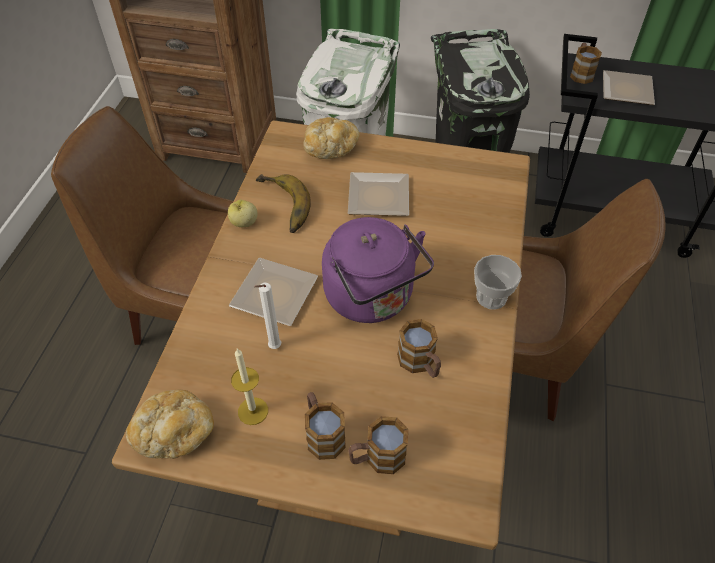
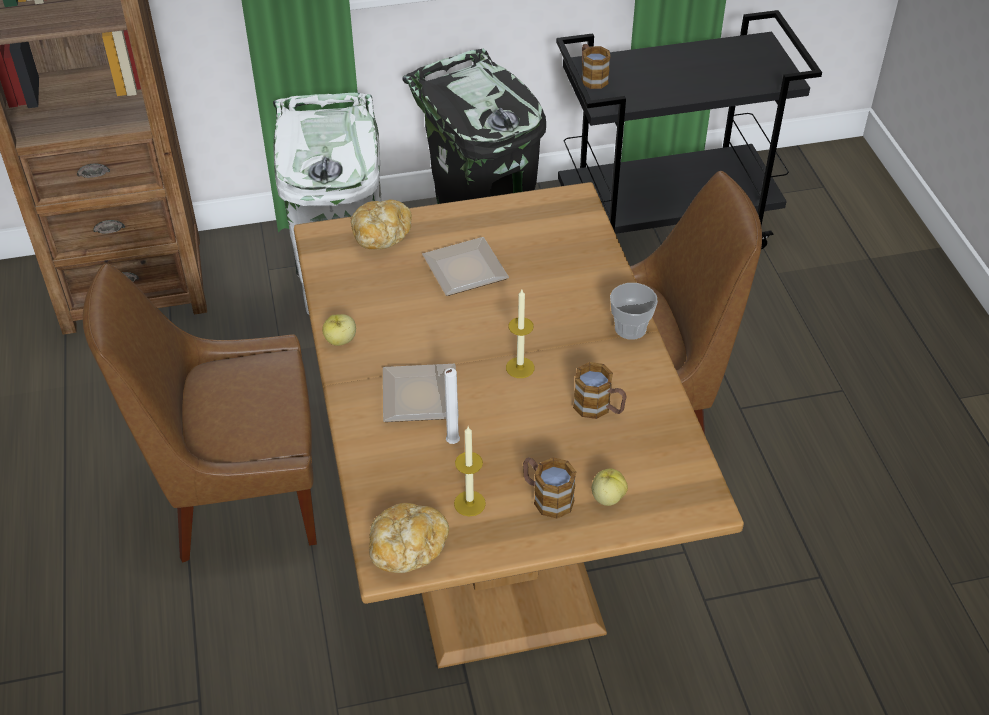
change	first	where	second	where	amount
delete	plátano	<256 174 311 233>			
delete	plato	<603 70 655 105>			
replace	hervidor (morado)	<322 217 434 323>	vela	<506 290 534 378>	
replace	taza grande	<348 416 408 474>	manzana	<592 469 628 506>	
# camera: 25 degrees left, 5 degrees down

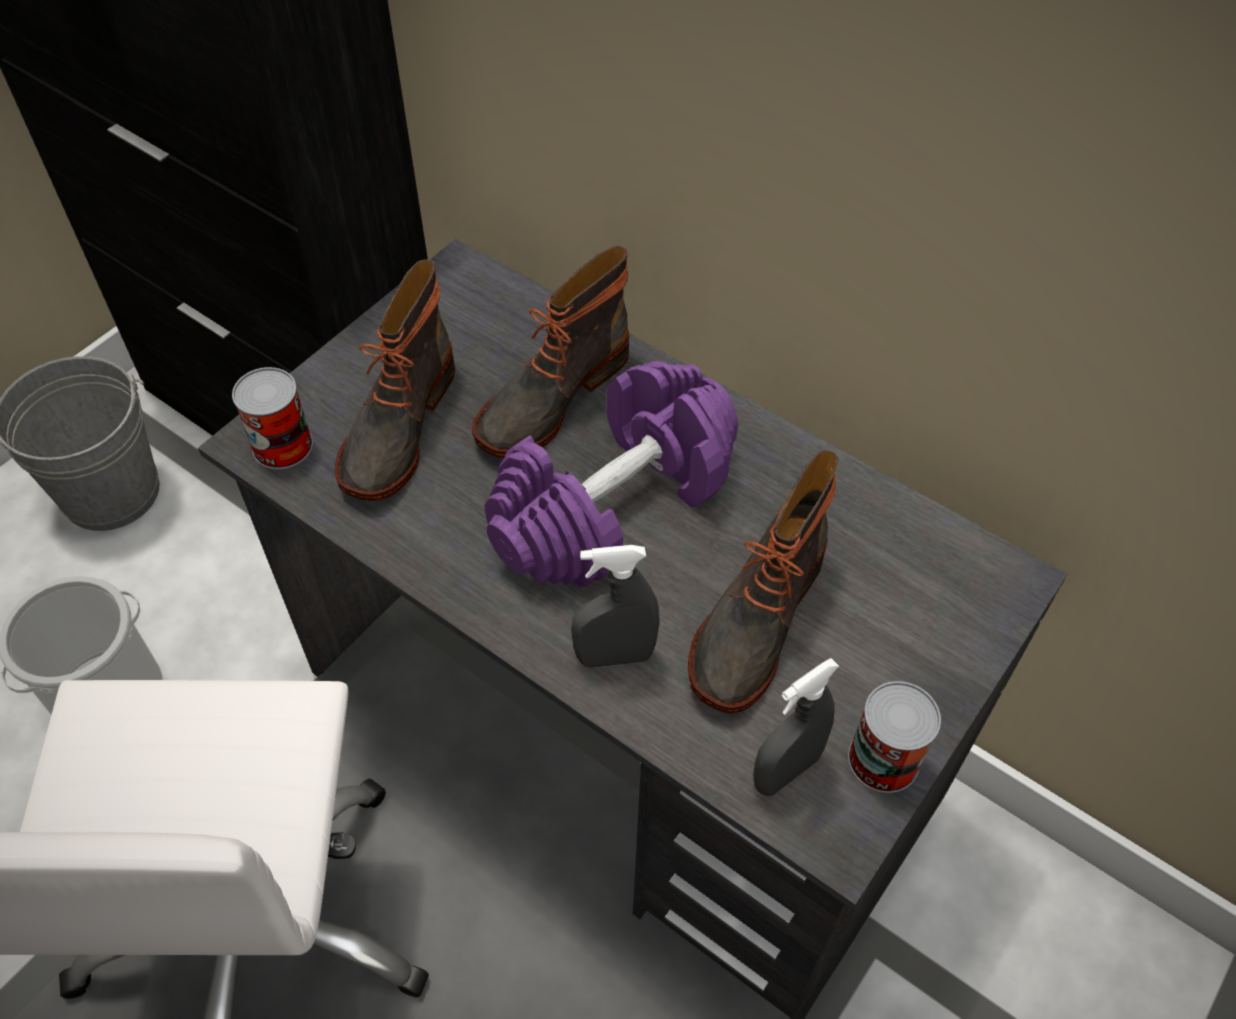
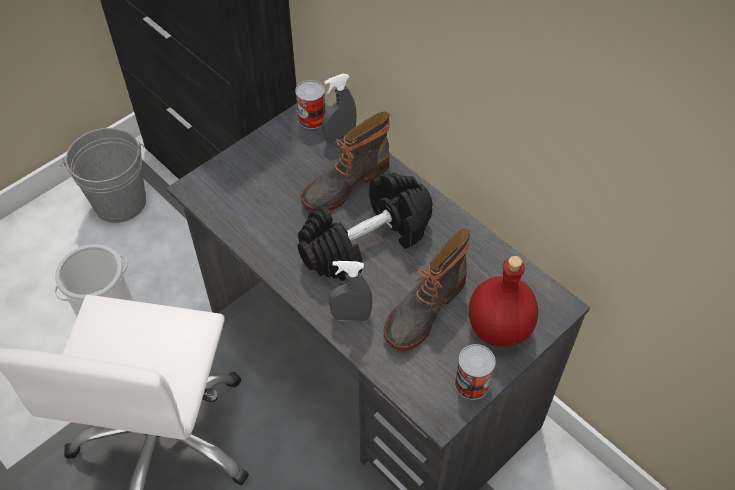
change	first	where	second	where	amount
delete	bota	<335 260 455 501>			
insert			botella (rojo)	<469 256 538 347>	
move	lata	<232 367 313 469>		<295 80 325 129>	
move	pulverizador (gris)	<753 658 839 796>		<323 74 356 143>	
recolor	mancuerna (morado)	<484 361 738 587>	mancuerna (negro)	<298 173 433 281>	
# camera: 10 degrees right, 0 degrees up

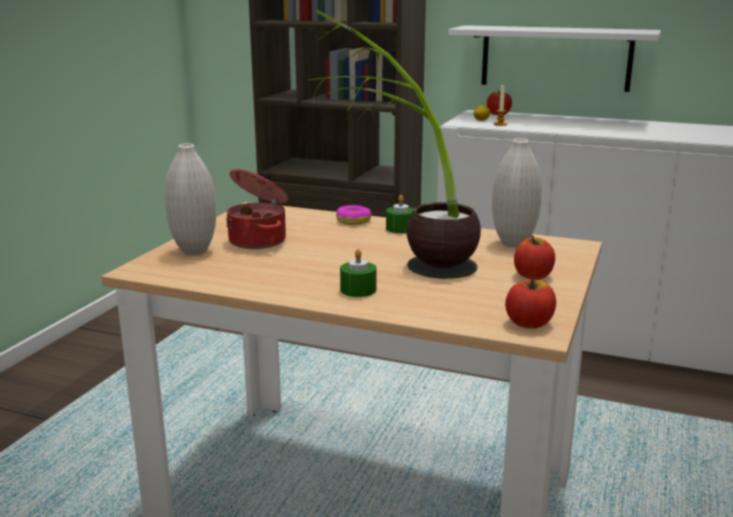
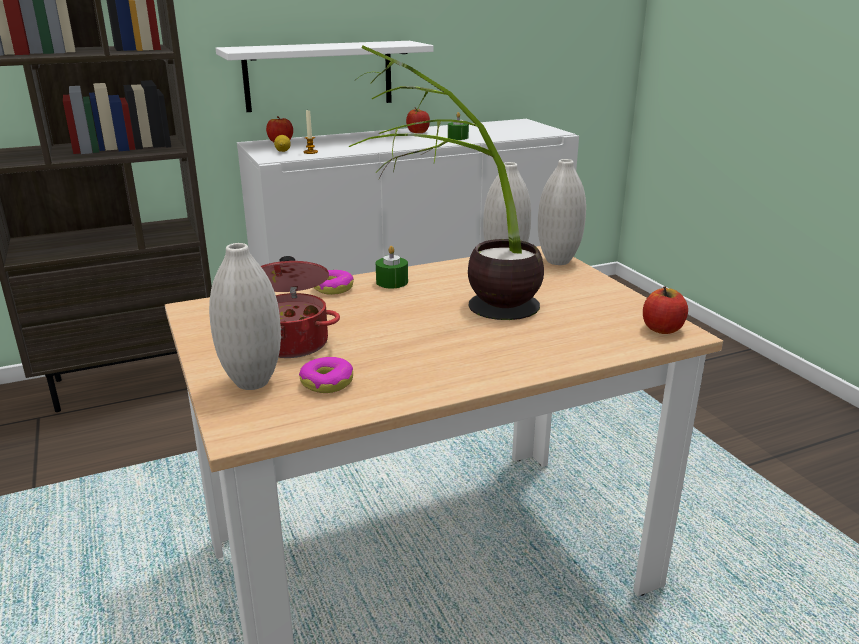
change	first	where	second	where	amount
insert			rosquilla	<299 357 353 393>	
insert			florero (blanco)	<538 159 586 265>	
move	vela (verde)	<340 249 377 297>		<448 112 469 140>	
move	manzana	<514 235 555 280>		<406 107 430 133>	
# camera: 45 degrees left, 5 degrees up

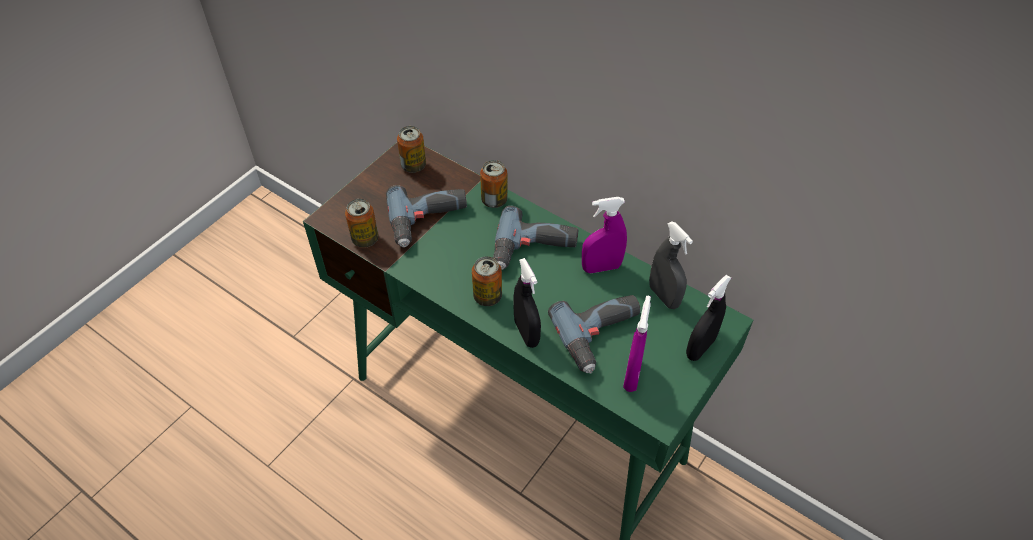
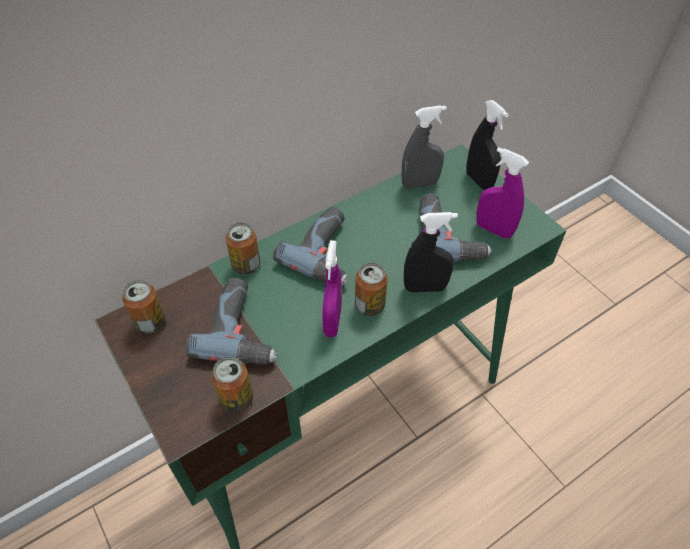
change	first	where	second	where	amount
move	pulverizador (morado)	<582 197 627 273>		<323 240 342 338>	
# camera: 70 degrees left, 0 degrees up

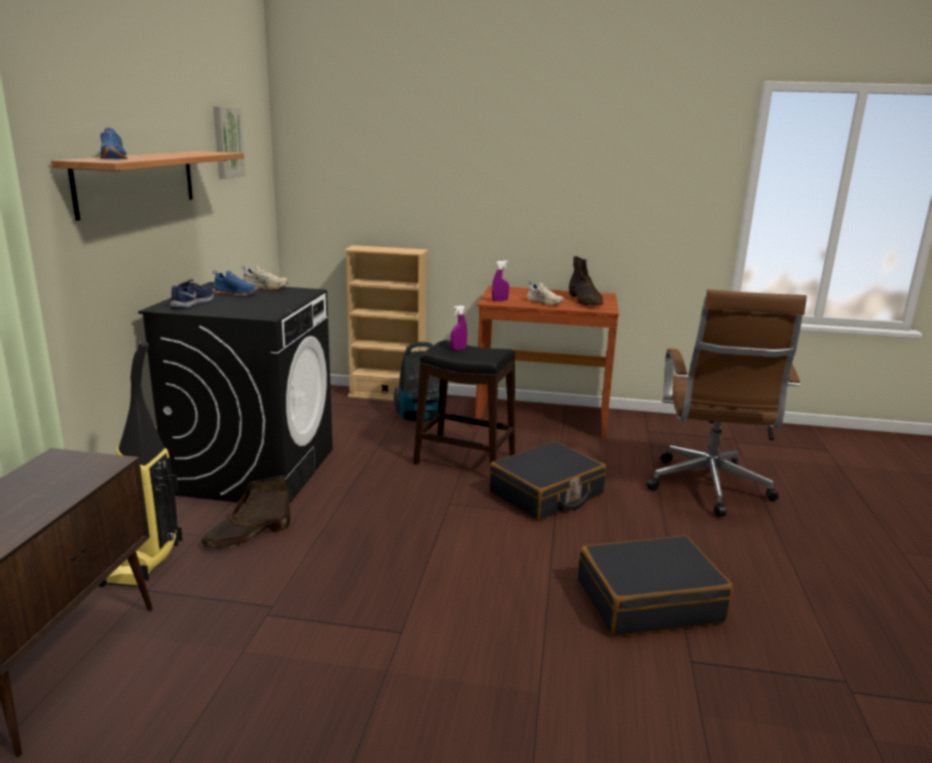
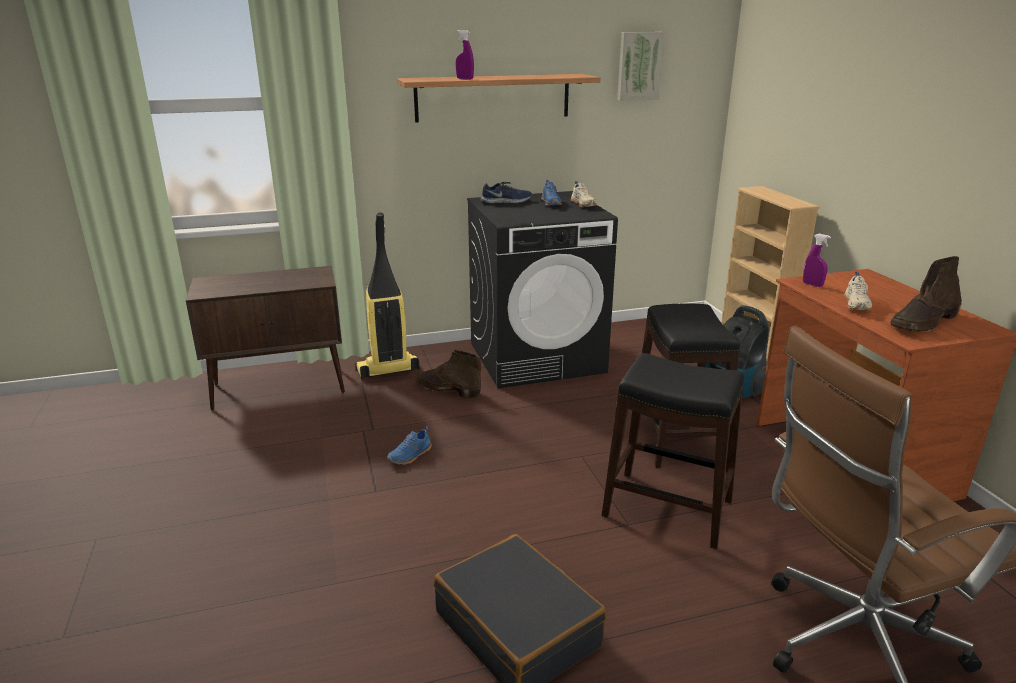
change	first	where	second	where	amount
move	zapato (azul)	<100 128 128 159>		<387 426 432 465>	
move	pulverizador (morado)	<450 305 467 350>		<456 30 474 80>	
replace	maleta (negro)	<489 441 606 521>	taburete (negro)	<602 353 744 549>	
# camera: 65 degrees right, 5 degrees up

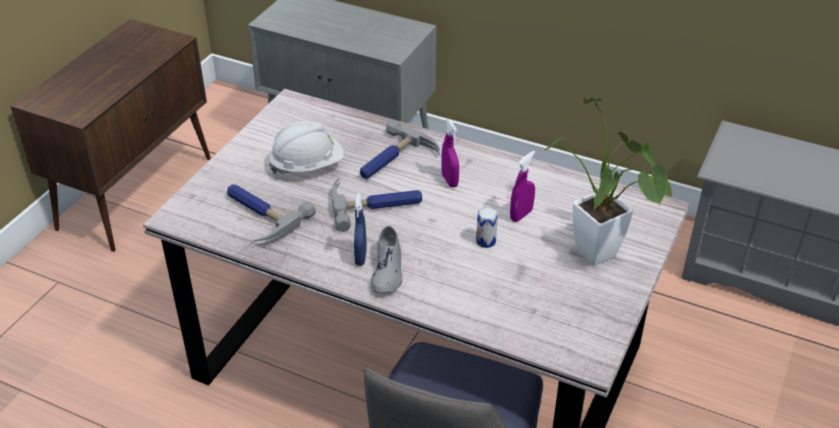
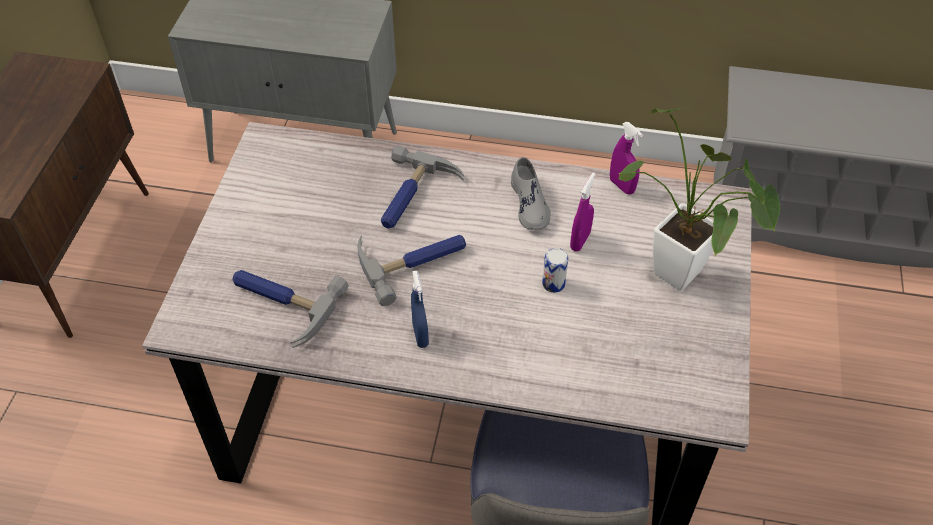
change	first	where	second	where	amount
delete	casco (blanco)	<269 121 344 174>			
move	zapato (gris)	<370 225 402 293>		<511 157 551 230>	
move	pulverizador (morado)	<441 119 459 187>		<610 122 643 194>	
# camera: 15 degrees left, 10 degrees up

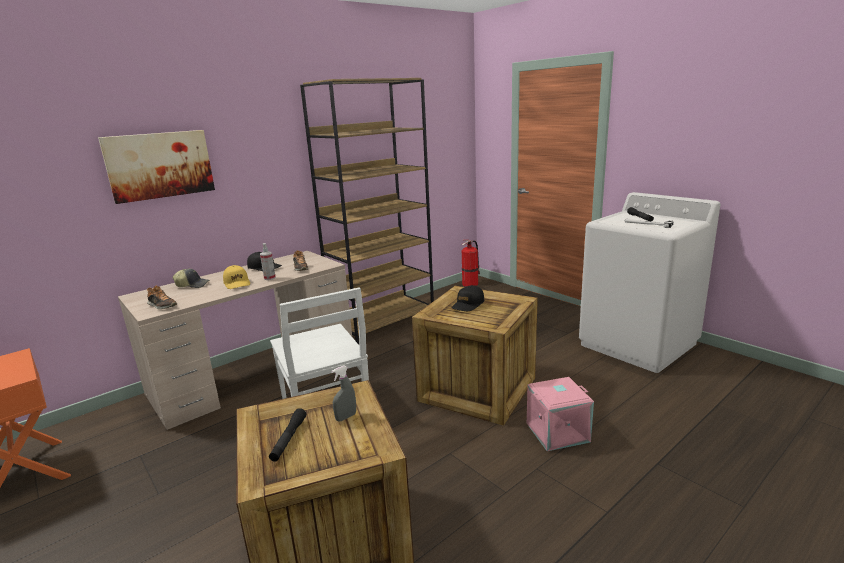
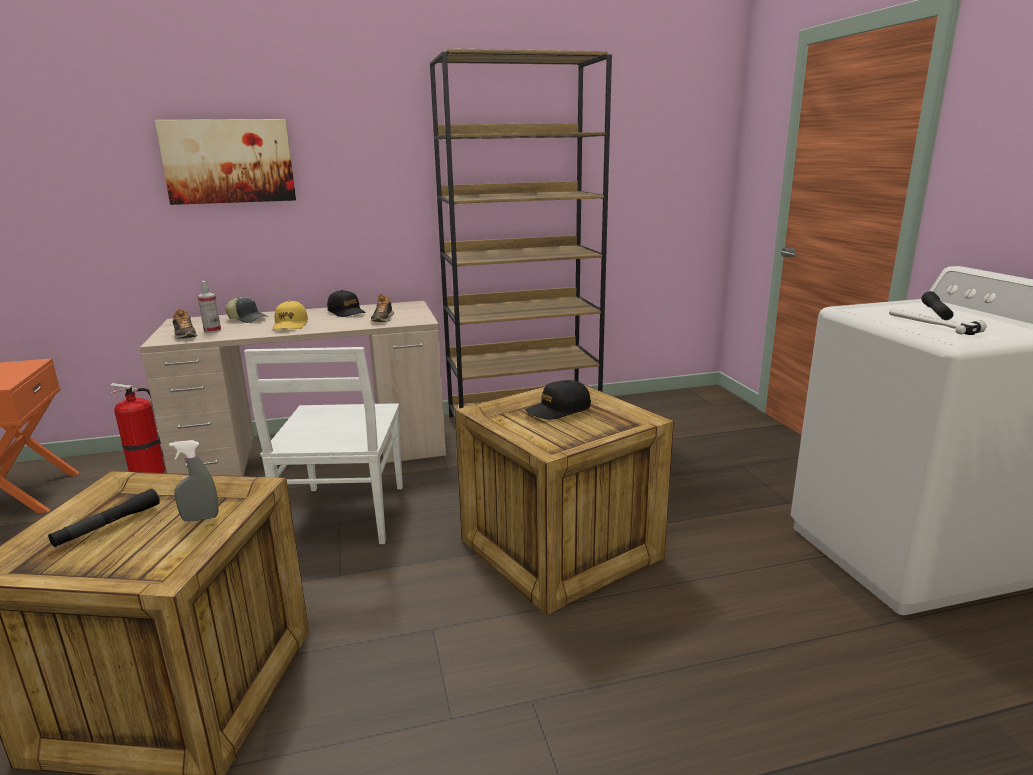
change	first	where	second	where	amount
delete	caja de almacenaje (rosa)	<527 377 594 451>			
move	pulverizador	<260 243 276 280>		<198 281 221 333>	
move	extintor	<462 240 480 287>		<109 383 165 473>	
# camera: 25 degrees right, 0 degrees up

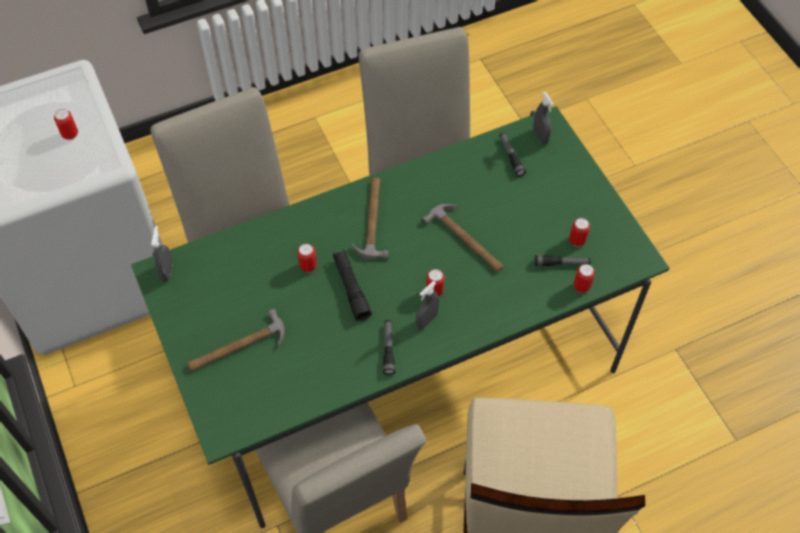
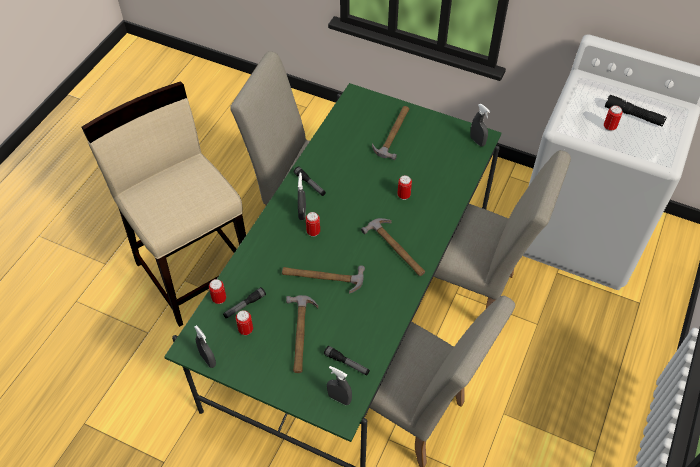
change	first	where	second	where	amount
insert			pulverizador (gris)	<194 325 216 368>	
insert			martillo	<286 295 319 373>	
move	linterna (negro)	<333 250 372 321>		<605 95 667 127>	
# camera: 140 degrees right, 5 degrees down

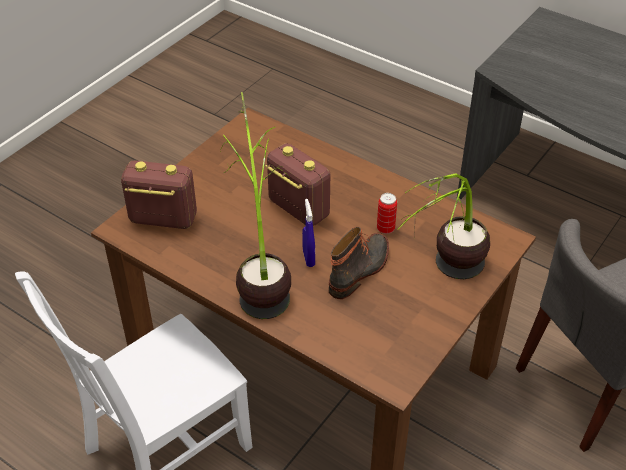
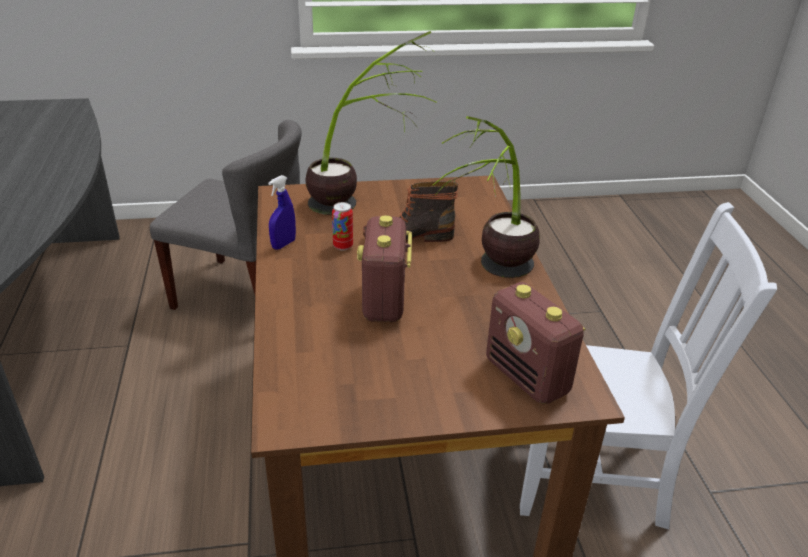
change	first	where	second	where	amount
move	pulverizador (azul)	<302 199 315 267>		<268 175 296 250>	
# camera: 135 degrees left, 10 degrees down

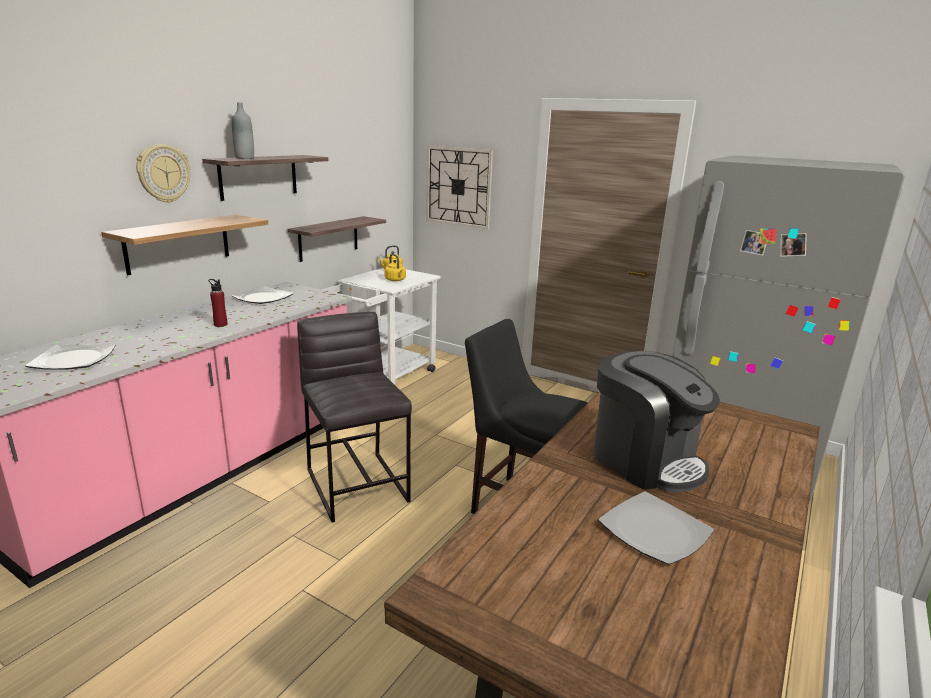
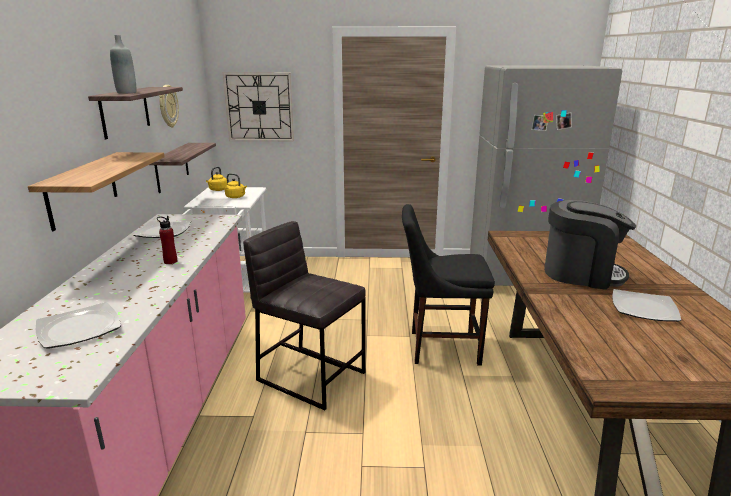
change	first	where	second	where	amount
move	reloj de pared	<136 144 190 203>		<159 85 179 128>	
# camera: 30 degrees left, 0 degrees up

